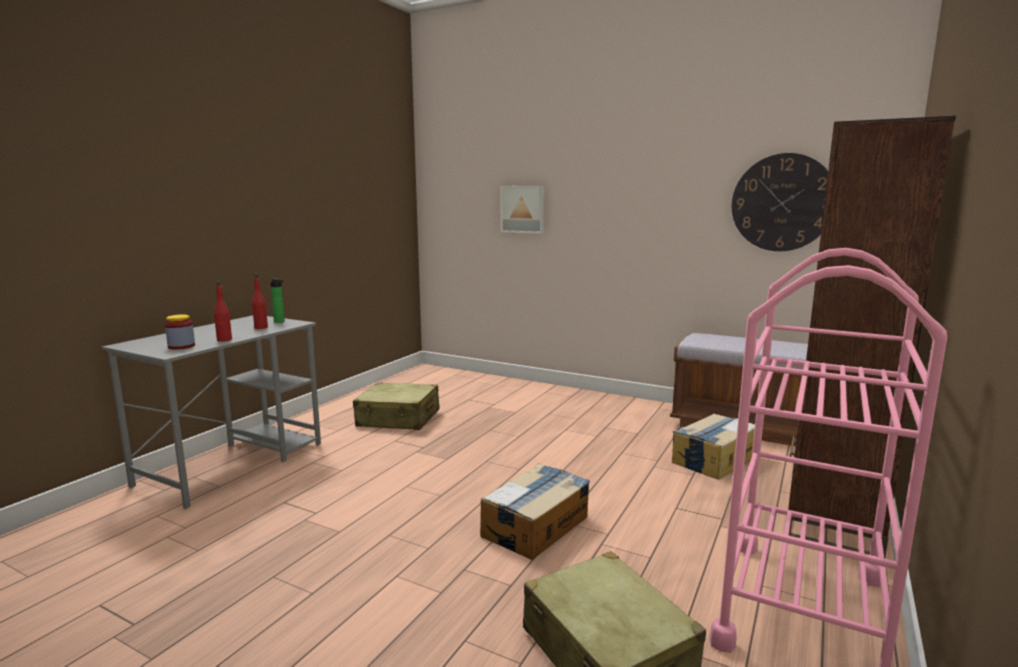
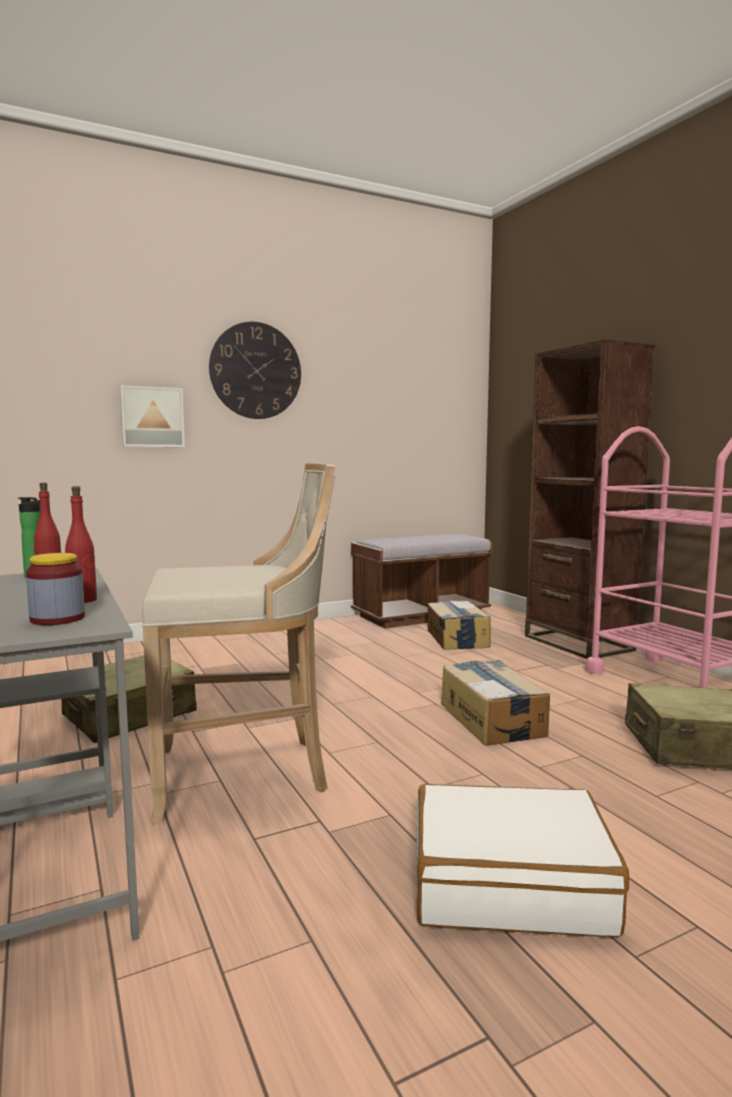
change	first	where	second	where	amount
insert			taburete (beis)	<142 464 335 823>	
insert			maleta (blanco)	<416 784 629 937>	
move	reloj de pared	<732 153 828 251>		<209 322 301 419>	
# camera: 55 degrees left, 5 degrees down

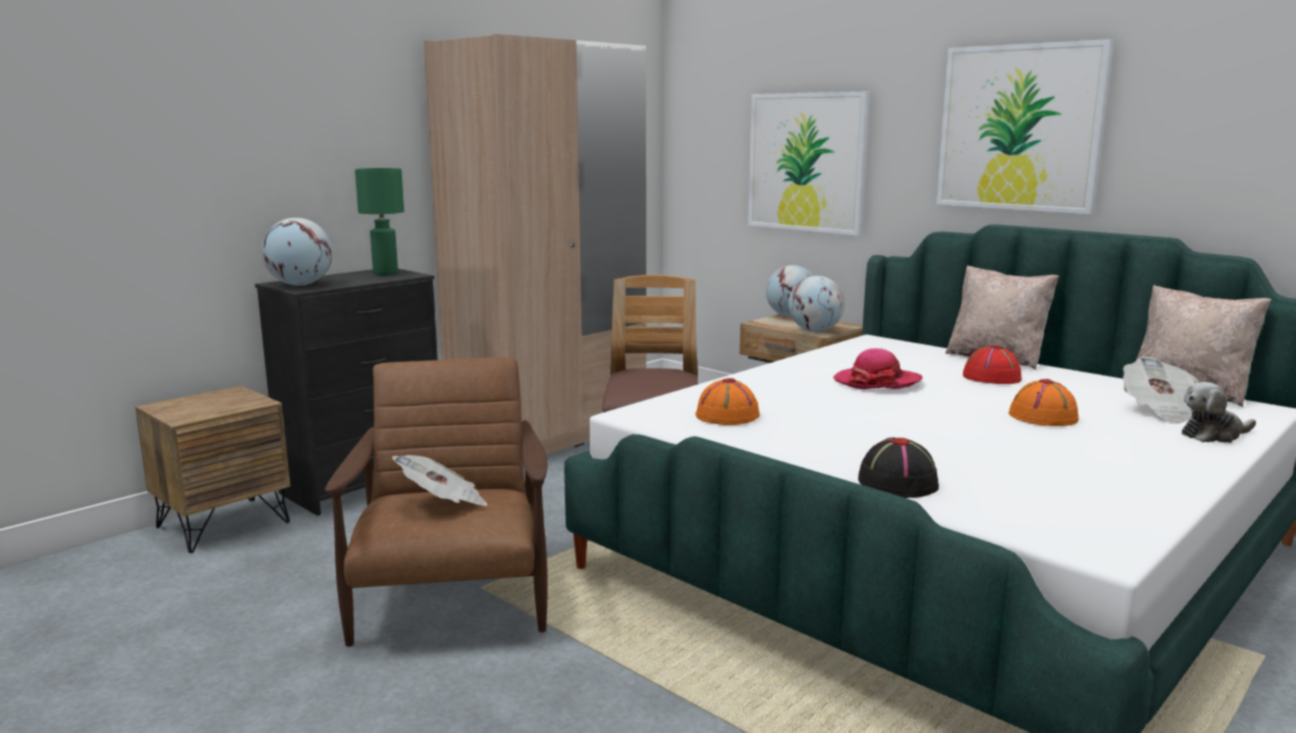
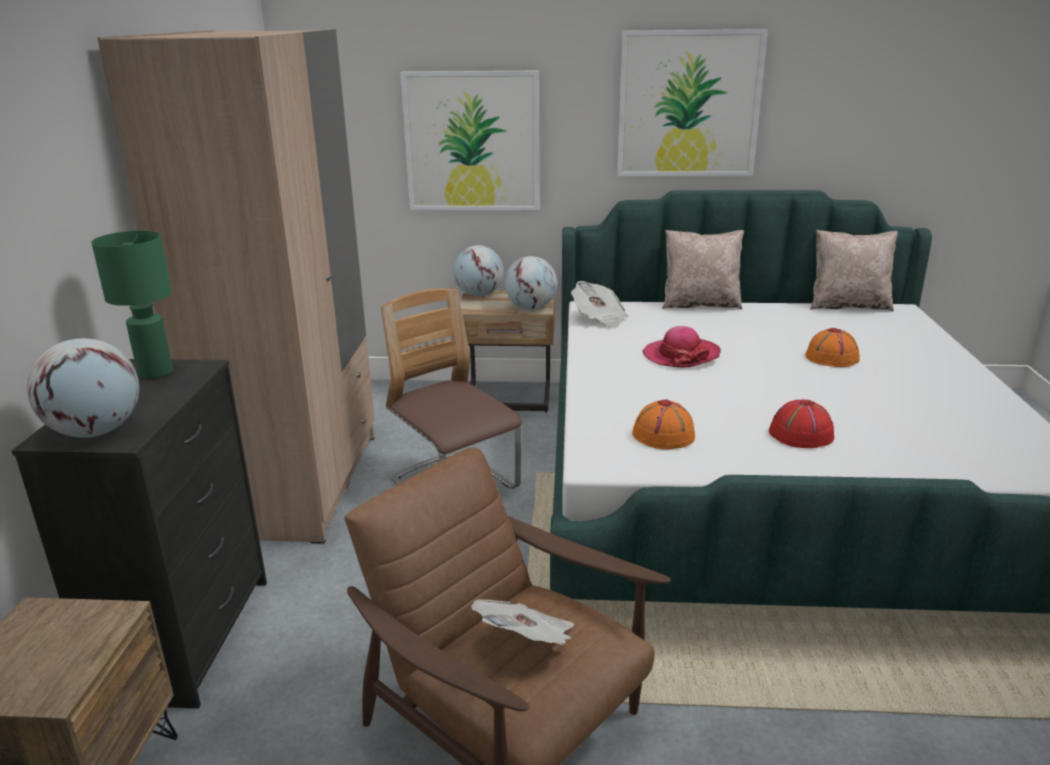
change	first	where	second	where	amount
delete	sombrero (negro)	<858 438 939 498>			
delete	peluche	<1182 382 1256 443>			
move	sombrero (rojo)	<963 345 1022 384>		<769 399 834 448>	
move	periódico	<1123 357 1199 424>		<571 281 629 329>	
# camera: 40 degrees left, 10 degrees up

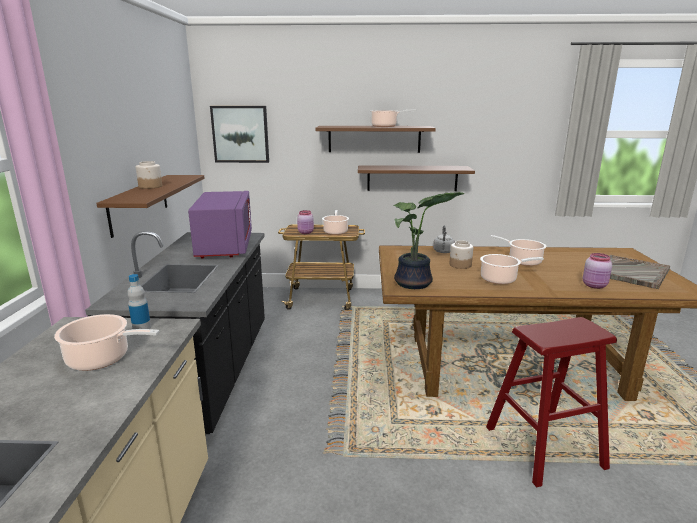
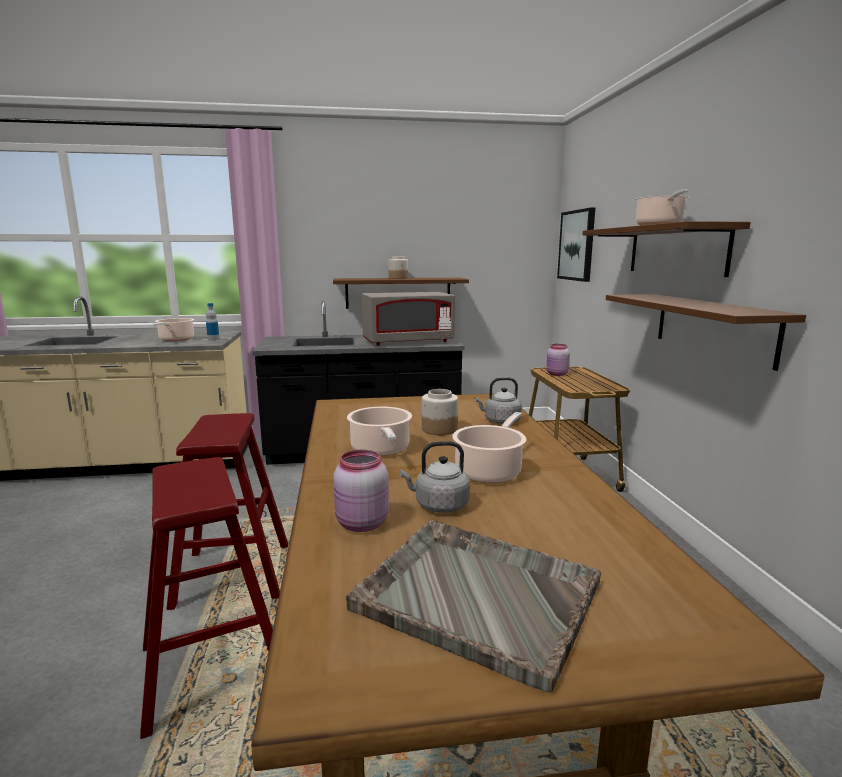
change	first	where	second	where	amount
delete	olla	<322 210 349 235>			
delete	planta en maceta	<394 192 465 289>			
insert			taburete (rojo)	<166 413 288 610>	
insert			hervidor (gris)	<400 441 470 513>	
recolor	microondas (morado)	<188 191 252 259>	microondas (gris)	<362 292 455 346>	
# camera: 80 degrees right, 5 degrees down

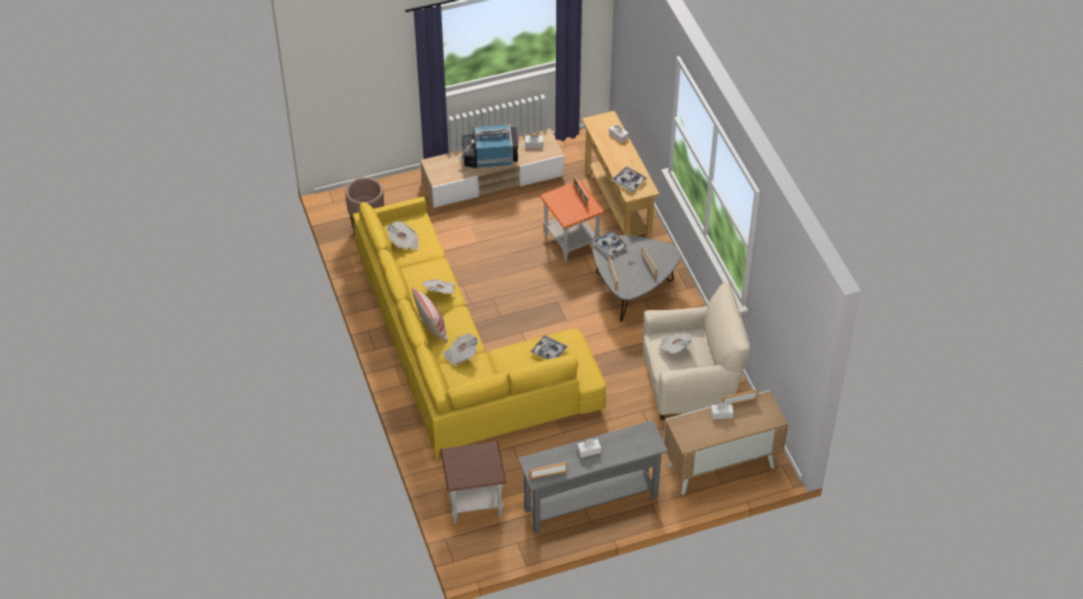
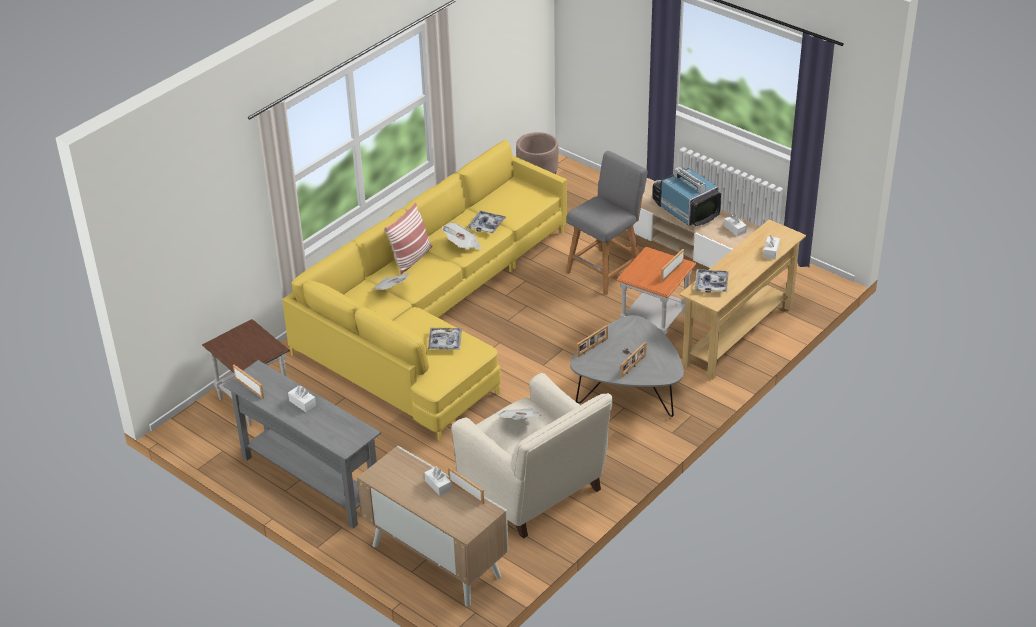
change	first	where	second	where	amount
delete	periódico	<387 221 419 250>			
insert			taburete (gris)	<566 151 647 295>	
move	bandeja	<592 230 628 257>		<467 211 506 234>	
# camera: 60 degrees right, 10 degrees down

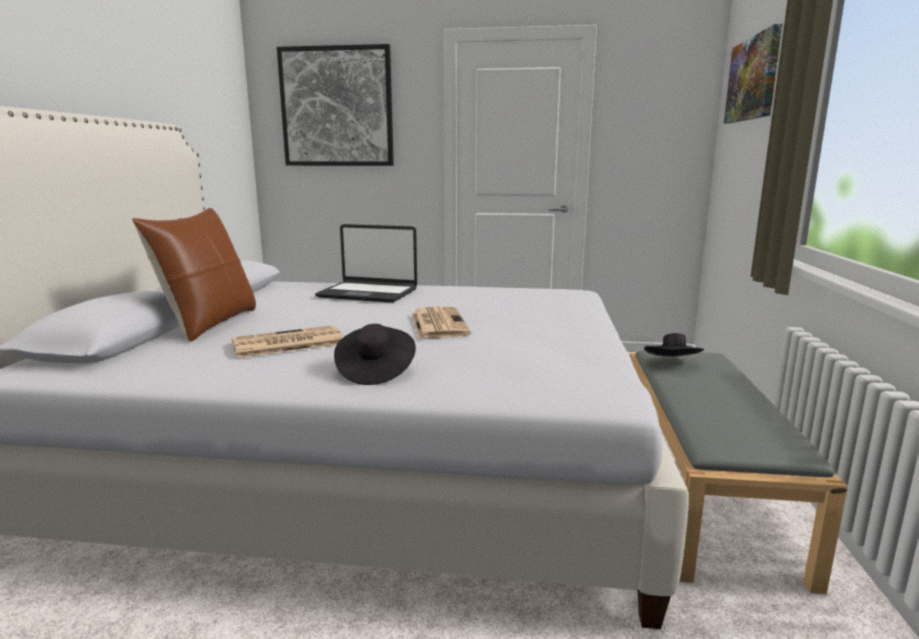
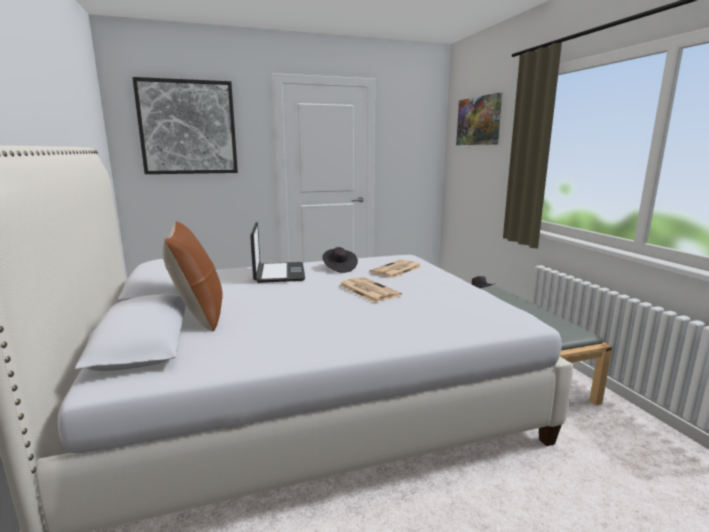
change	first	where	second	where	amount
move	periódico	<232 325 344 358>		<369 259 422 278>	
move	sombrero (negro)	<334 324 416 385>		<322 247 358 273>	
rotate	portátil	<315 224 417 303>		<250 222 305 283>	90 degrees counterclockwise
# camera: 25 degrees left, 0 degrees up

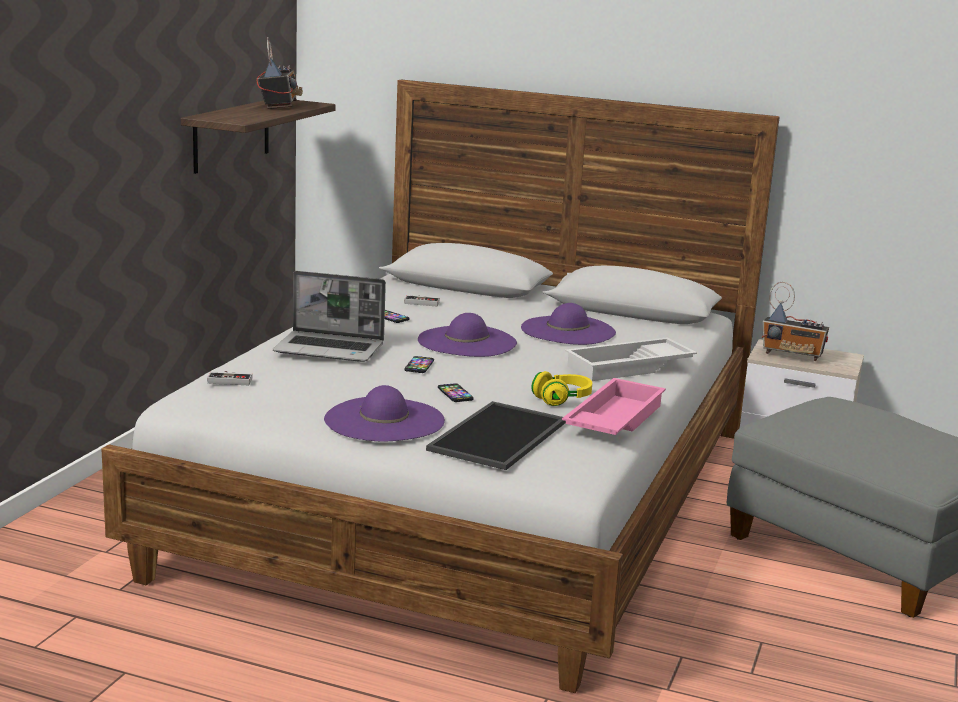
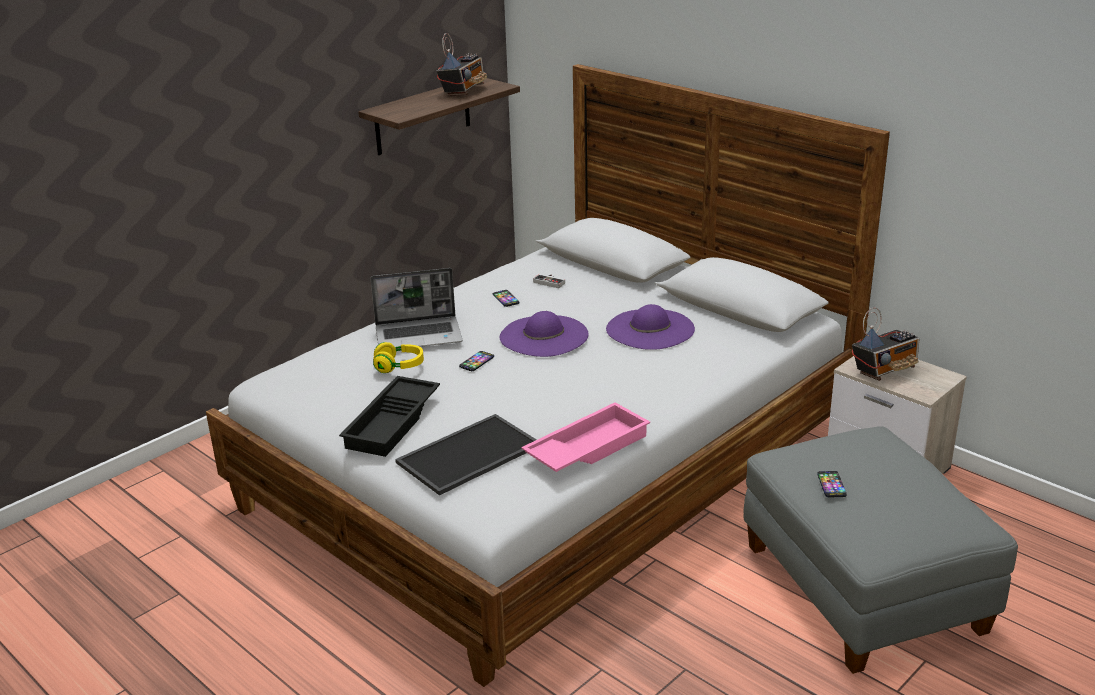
change	first	where	second	where	amount
delete	mando de consola	<207 371 252 385>			
delete	bandeja (blanco)	<565 337 697 381>			
move	móvil	<438 383 474 402>		<817 471 847 497>	
move	auriculares (amarillo)	<531 371 592 406>		<373 342 424 373>	
replace	sombrero (morado)	<324 385 445 441>	bandeja (negro)	<339 376 440 457>	
rotate	portátil	<273 271 386 362>		<370 268 463 349>	45 degrees counterclockwise
rotate	radio	<762 282 829 361>		<852 307 920 381>	75 degrees counterclockwise
# camera: 25 degrees right, 10 degrees up

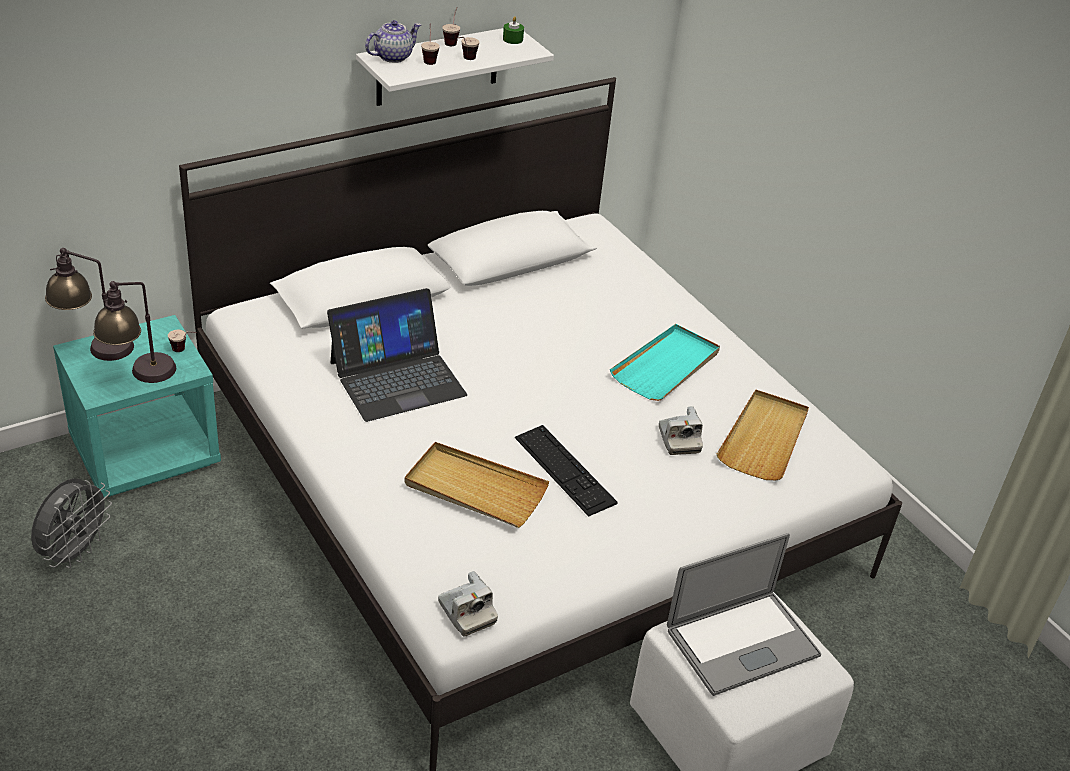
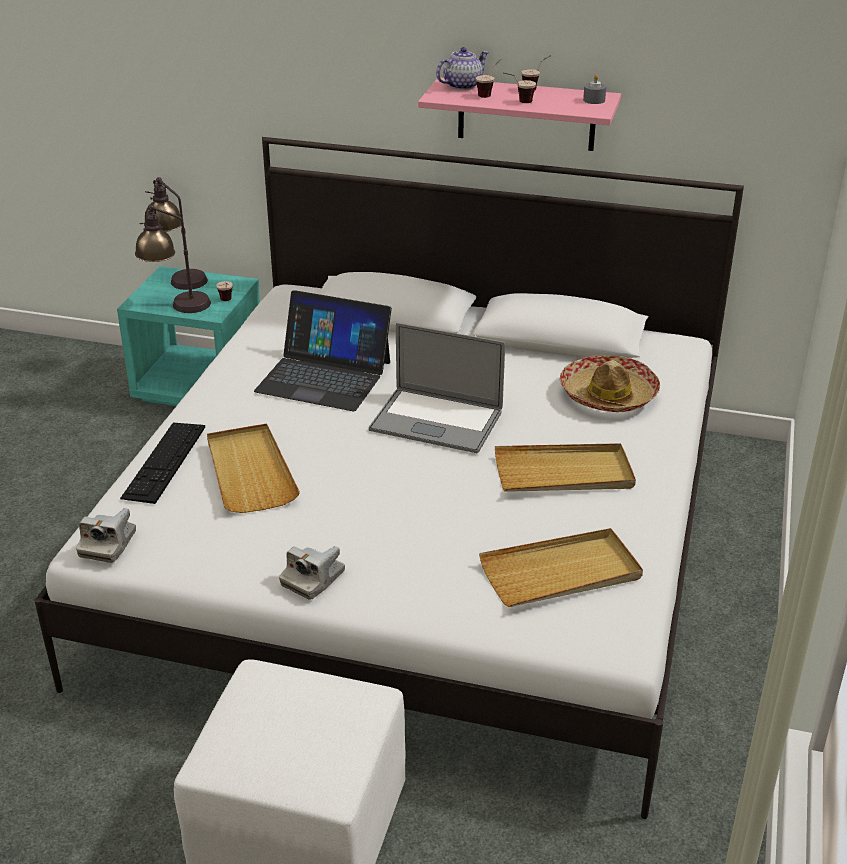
change	first	where	second	where	amount
delete	ventilador (gris)	<31 478 112 568>			
insert			sombrero	<560 355 660 412>	
move	teclado	<515 425 617 517>		<120 423 205 504>	
move	cámara	<659 406 703 455>		<279 546 345 600>	
move	portátil	<667 533 821 696>		<369 323 505 453>	
recolor	estante (blanco)	<356 28 554 106>	estante (rosa)	<418 78 621 151>	
recolor	vela (verde)	<503 16 524 44>	vela (gris)	<583 74 606 104>	
recolor	bandeja (turquesa)	<610 324 720 401>	bandeja (beis)	<495 443 636 492>	
rotate	tetera	<365 20 421 63>		<436 47 489 90>	45 degrees counterclockwise
# camera: 50 degrees right, 5 degrees down

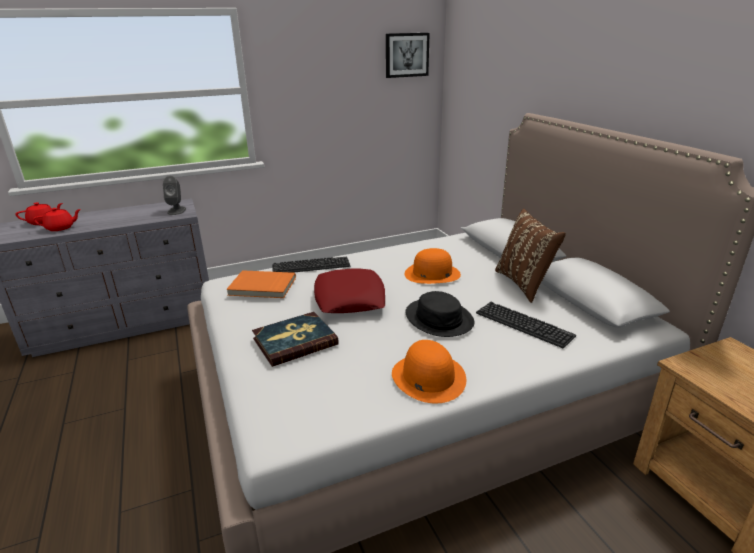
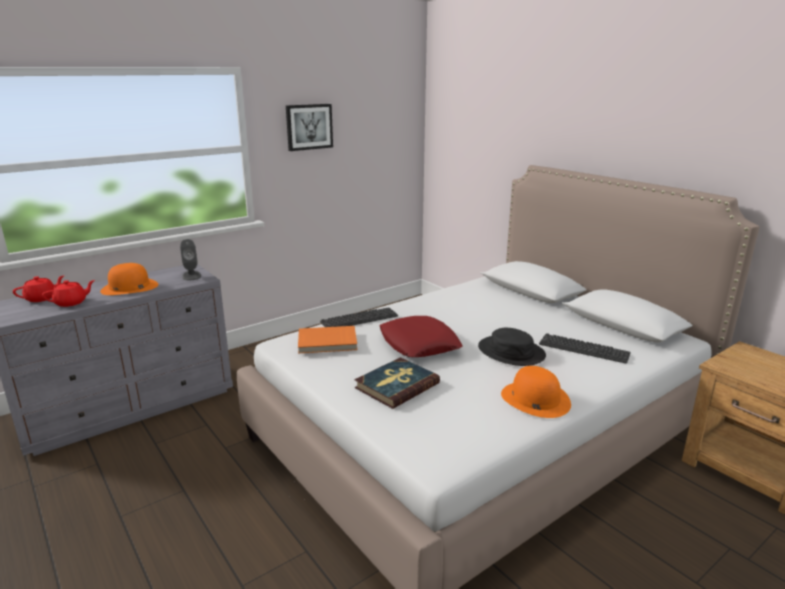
change	first	where	second	where	amount
delete	cojín (marrón)	<495 209 566 303>			
move	cuadro	<386 33 430 78>		<286 104 333 151>	
move	sombrero (naranja)	<405 248 461 284>		<100 263 158 295>	
# camera: 15 degrees left, 5 degrees down

